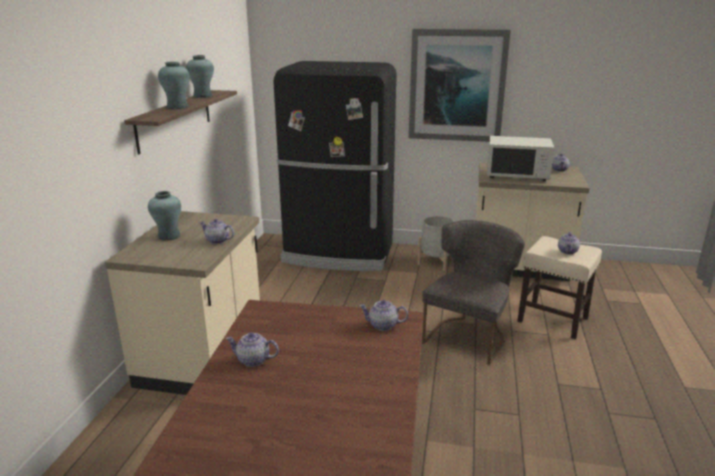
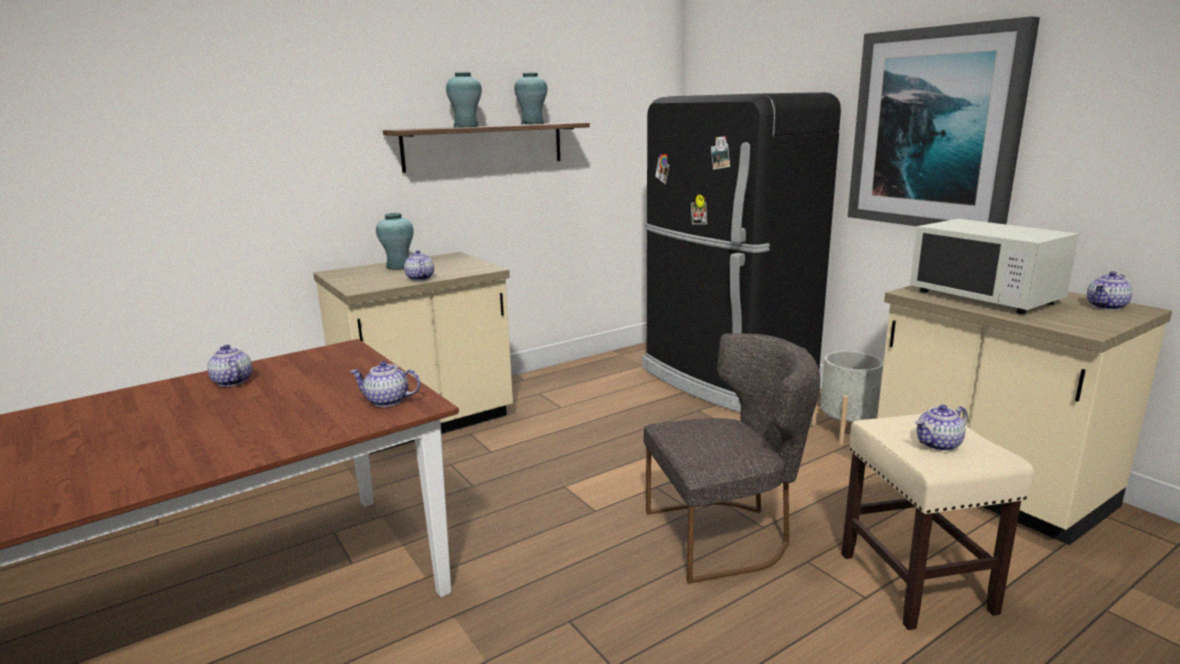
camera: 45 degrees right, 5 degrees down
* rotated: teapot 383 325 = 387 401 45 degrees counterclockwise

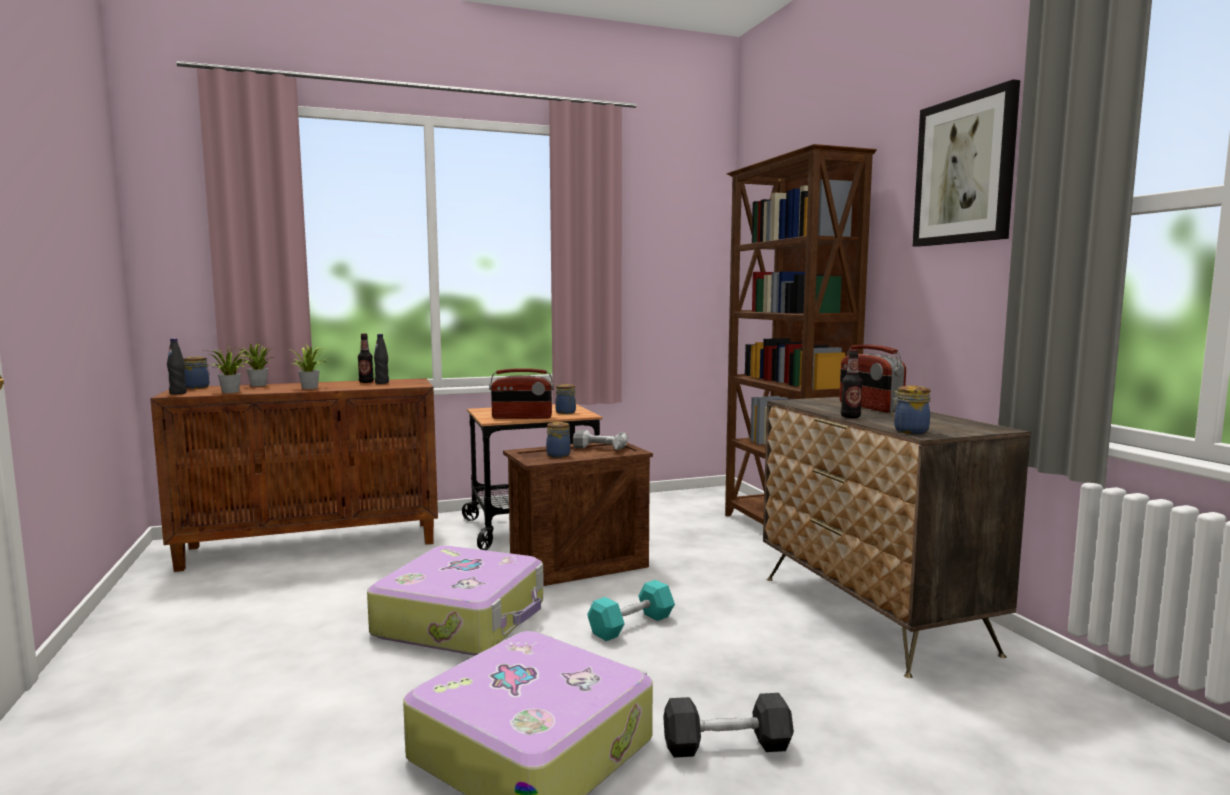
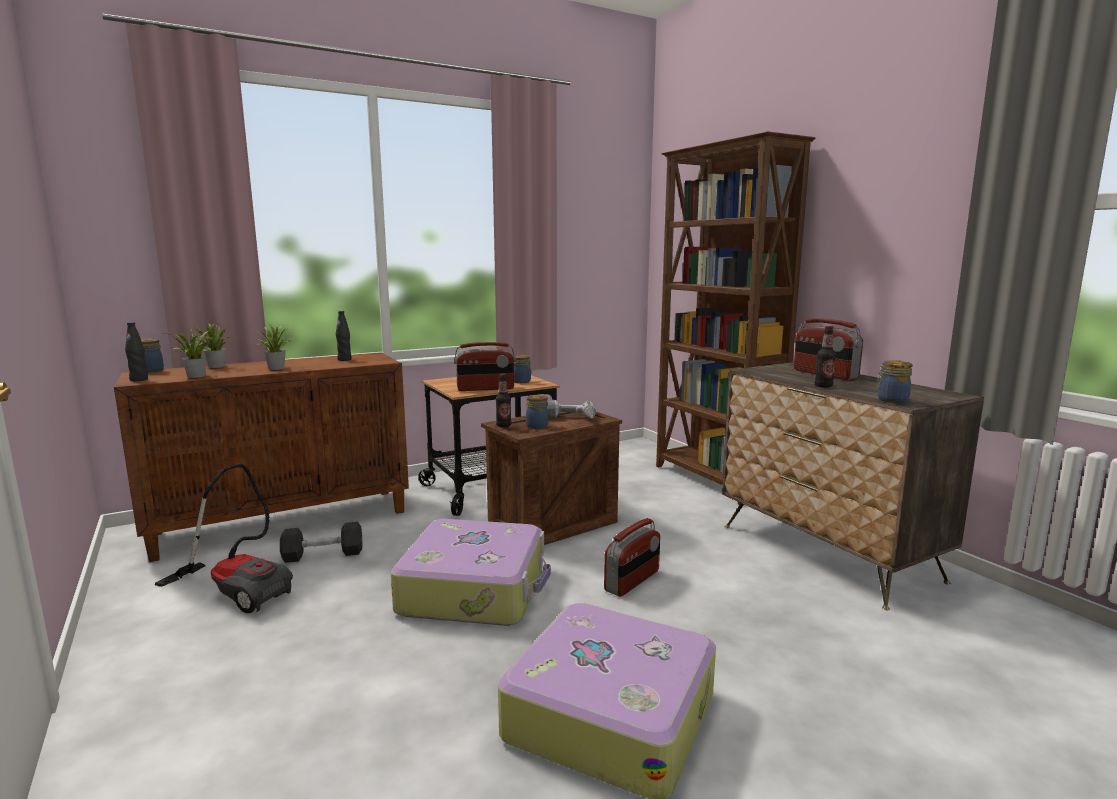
camera: 10 degrees left, 5 degrees up
* gone: wall picture 965 170
* shifted: bottle 366 382 to 503 425
* swapped: turquoise-coloured free weight 631 625 to radio 632 581
* shifted: grey free weight 726 746 to 323 555
* new: vacuum 239 589

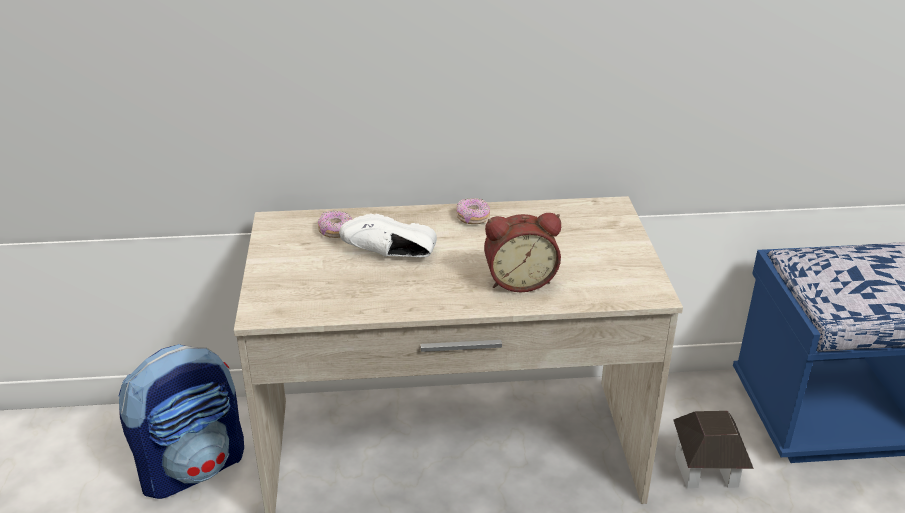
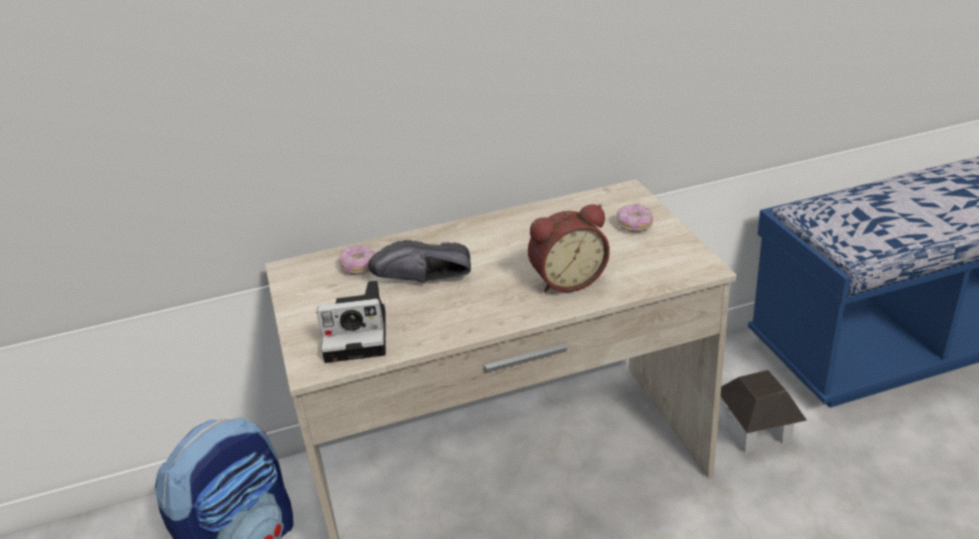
camera: 10 degrees left, 0 degrees up
* shifted: donut 473 218 to 634 226
* repainted: white-coloured shoe 390 256 to blackish shoe 425 281
* new: photo camera 359 335

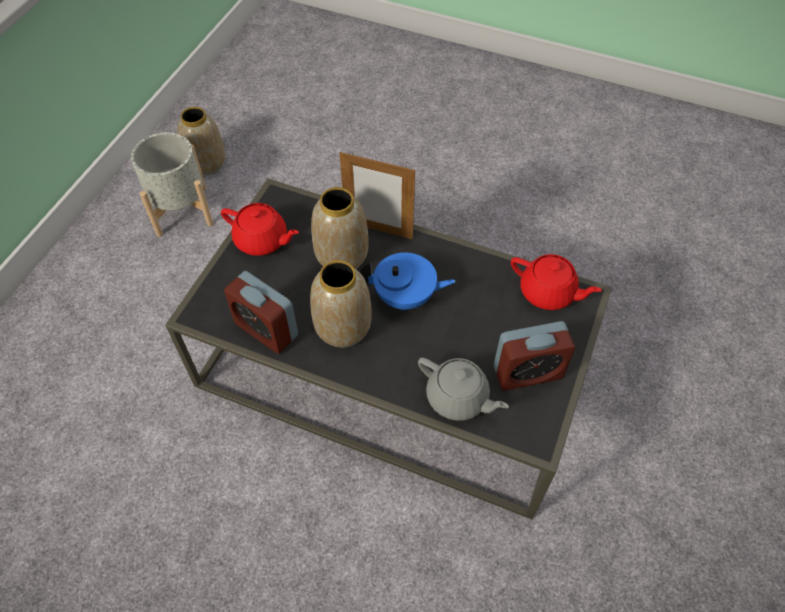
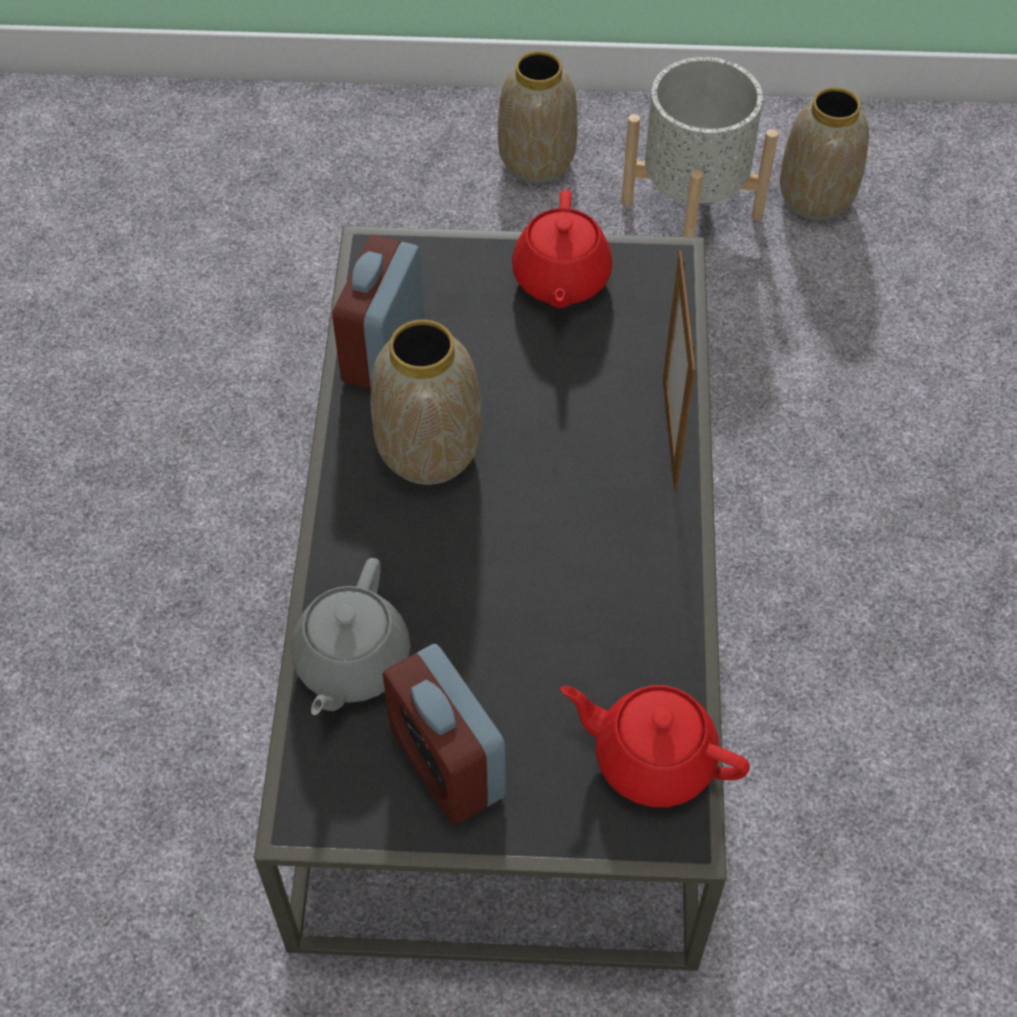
camera: 70 degrees right, 0 degrees up
* shifted: vase 341 257 to 535 162
* gone: bluish teapot 405 297
* rotated: reddish teapot 548 293 = 652 758 105 degrees clockwise

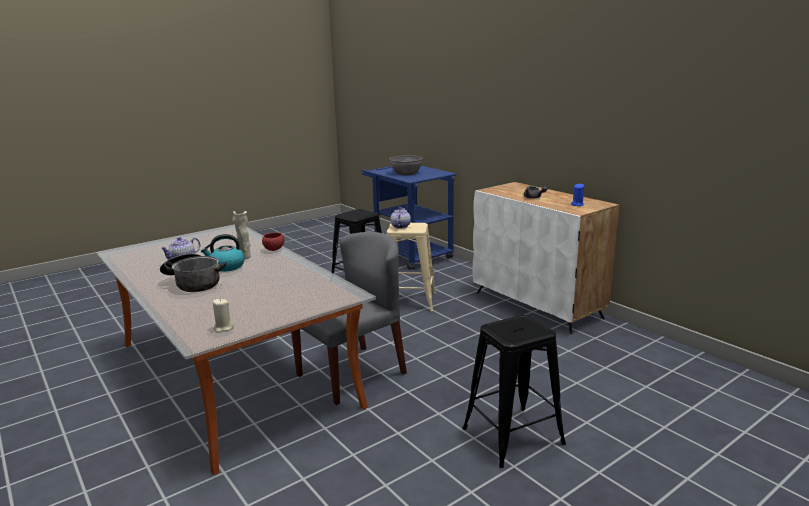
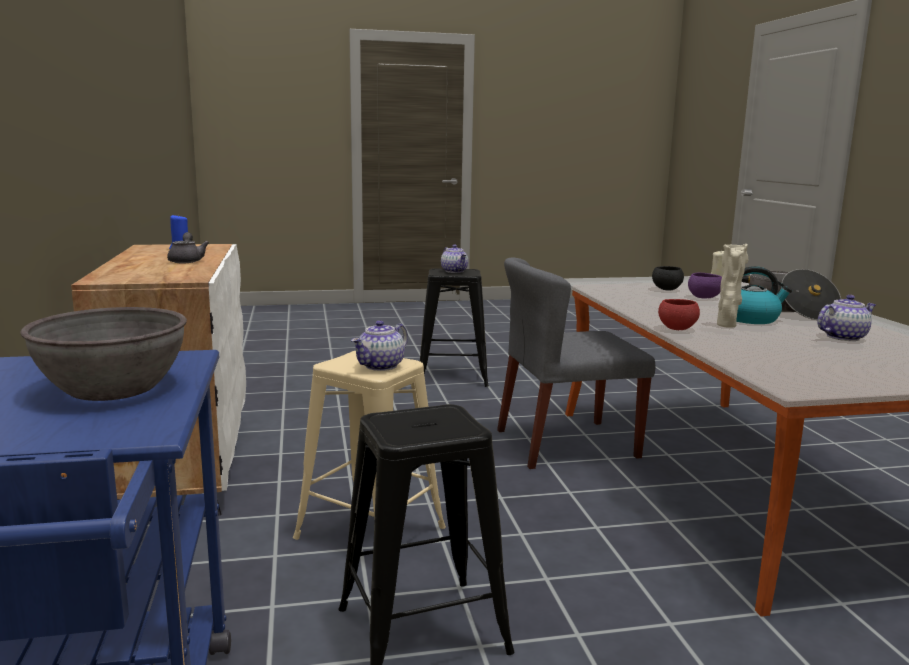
camera: 155 degrees left, 5 degrees down
* new: teapot 454 271
* new: blackish bowl 666 289
* new: purple-coloured bowl 704 297

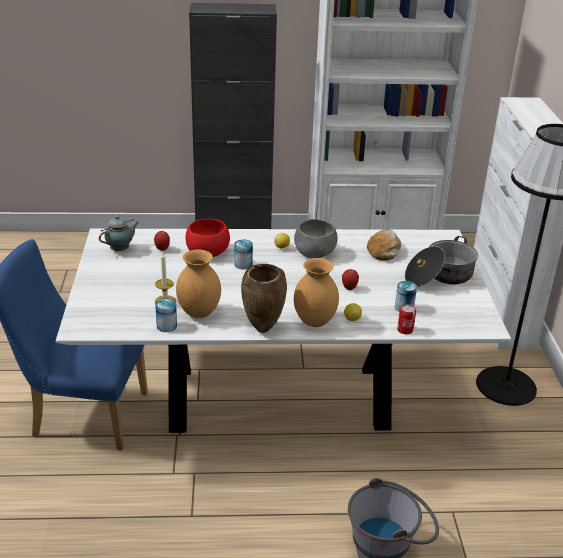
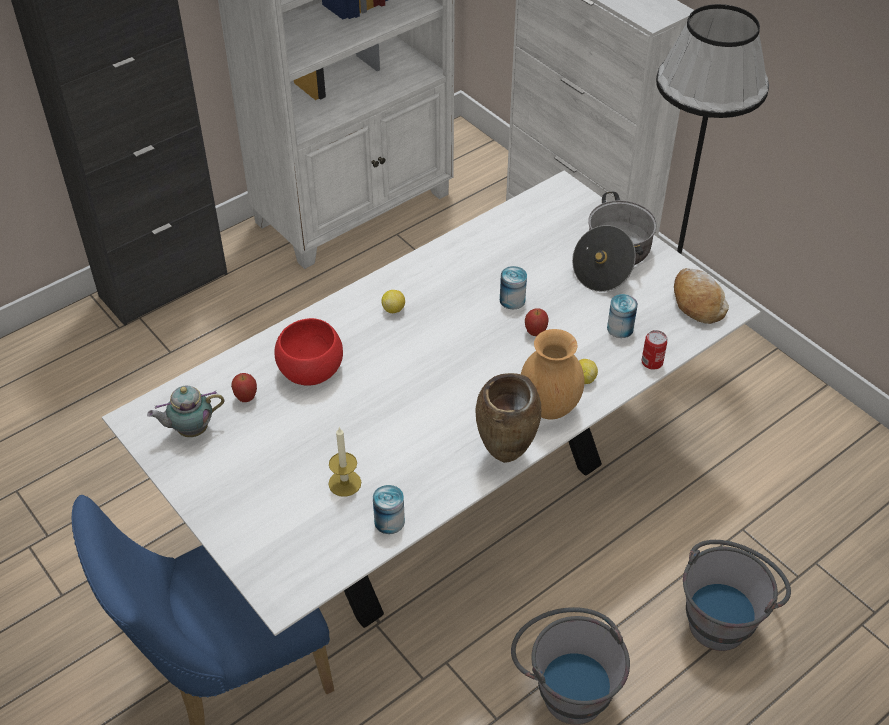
camera: 35 degrees left, 15 degrees up
* rotated: teapot 121 249 = 190 430 120 degrees counterclockwise
* gone: grey bowl 314 252
* shifted: bread 383 250 to 697 302
* shifted: sealed can 243 264 to 512 300
* gone: brown vase 199 312
* new: grey bucket 565 686

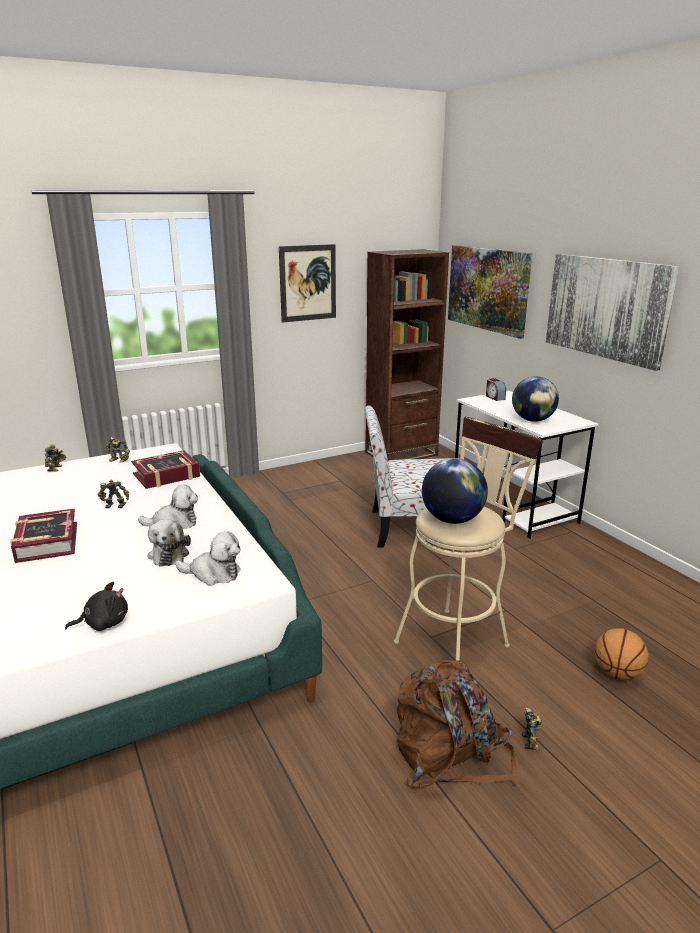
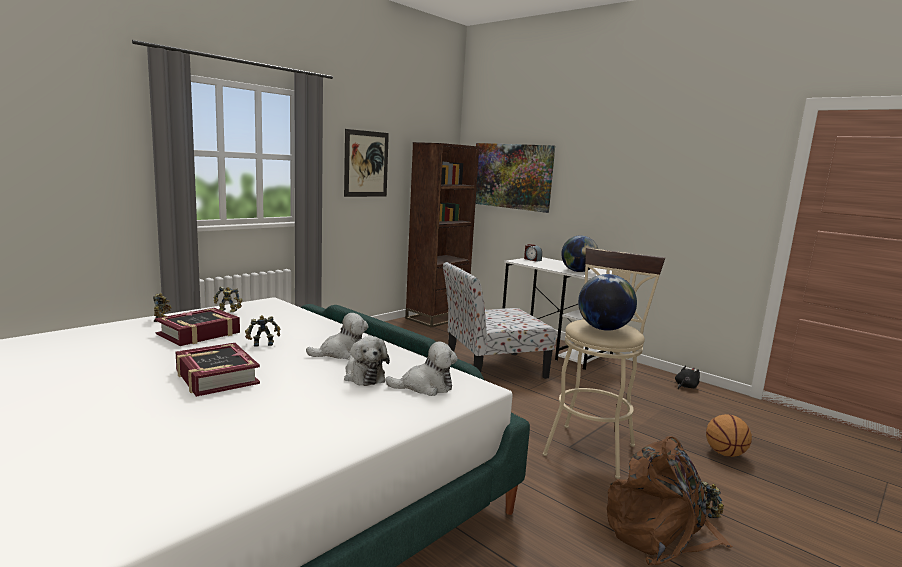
camera: 20 degrees left, 10 degrees down
* gone: wall picture 606 308
* shifted: bound book 166 476 to 199 334
* shifted: blackish soft toy 103 623 to 685 386

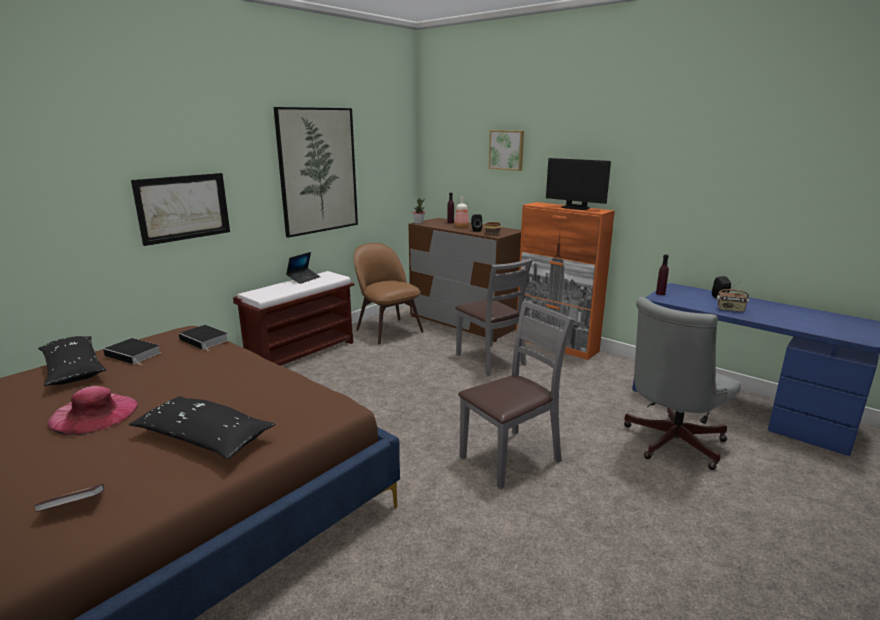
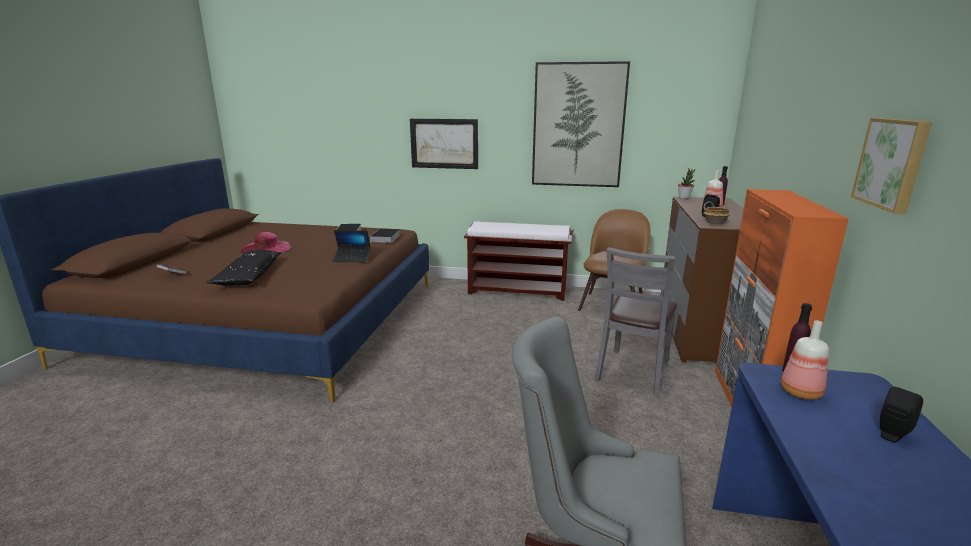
camera: 60 degrees right, 0 degrees up
* shifted: wall picture 507 150 to 893 163
* gone: monitor 575 207
* shifted: portable computer 304 279 to 352 259
* gone: radio 730 309
* gone: grey plain chair 510 458
* gone: blackish throw pillow 73 370
* new: bottle 800 393

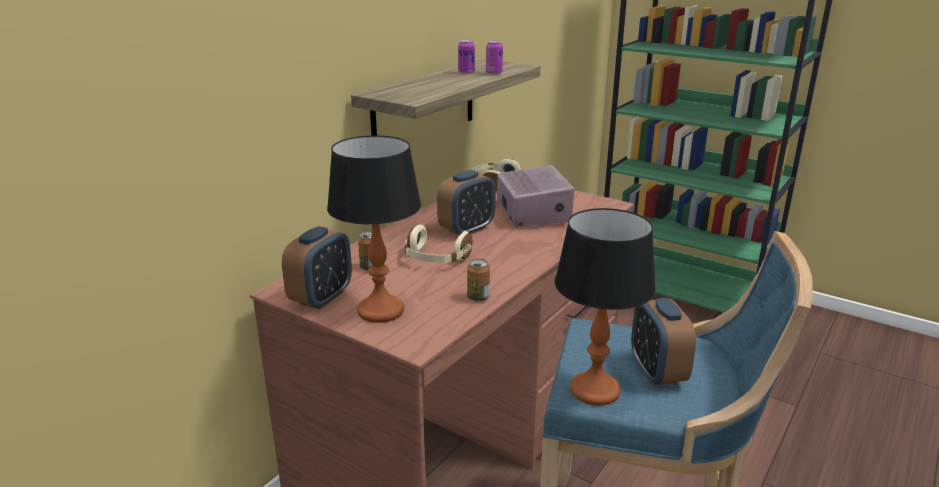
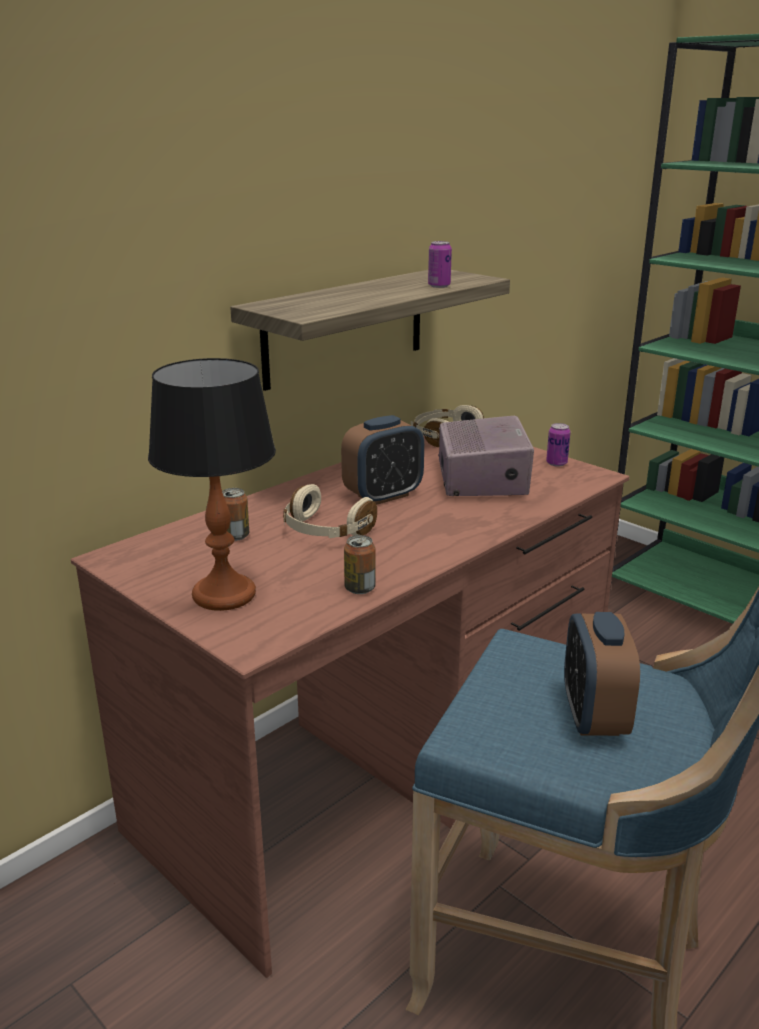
camera: 10 degrees right, 0 degrees up
* shifted: sealed can 466 72 to 556 463
* gone: tabletop lamp 595 390
* gone: bedside clock 321 298

